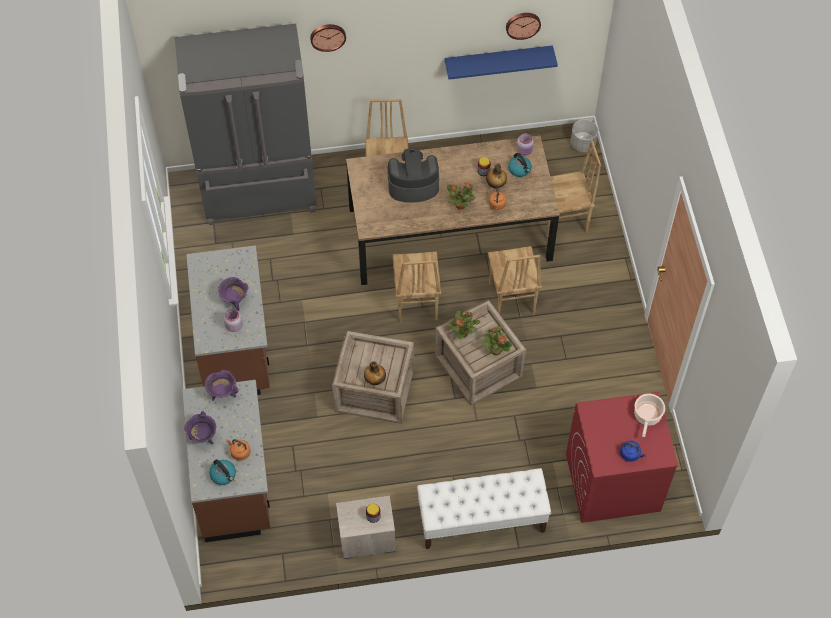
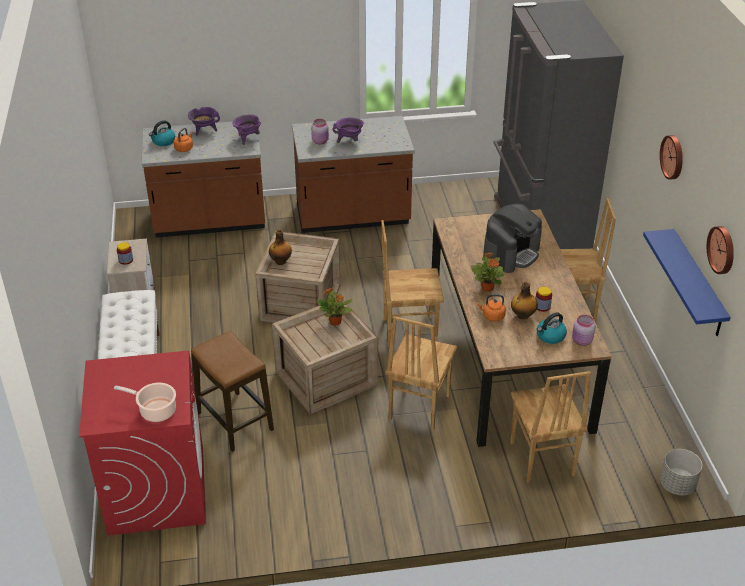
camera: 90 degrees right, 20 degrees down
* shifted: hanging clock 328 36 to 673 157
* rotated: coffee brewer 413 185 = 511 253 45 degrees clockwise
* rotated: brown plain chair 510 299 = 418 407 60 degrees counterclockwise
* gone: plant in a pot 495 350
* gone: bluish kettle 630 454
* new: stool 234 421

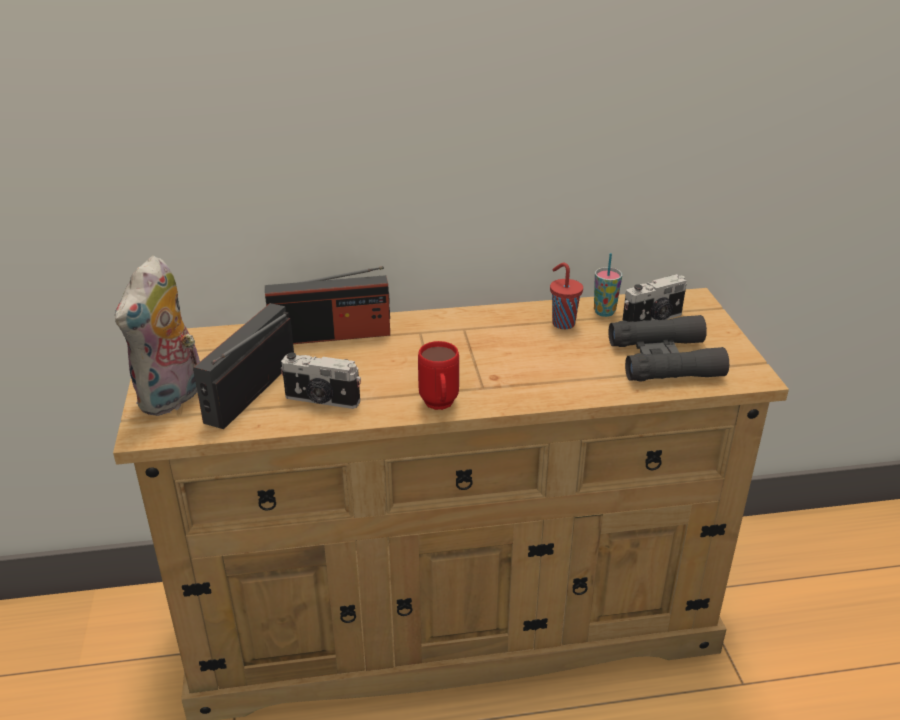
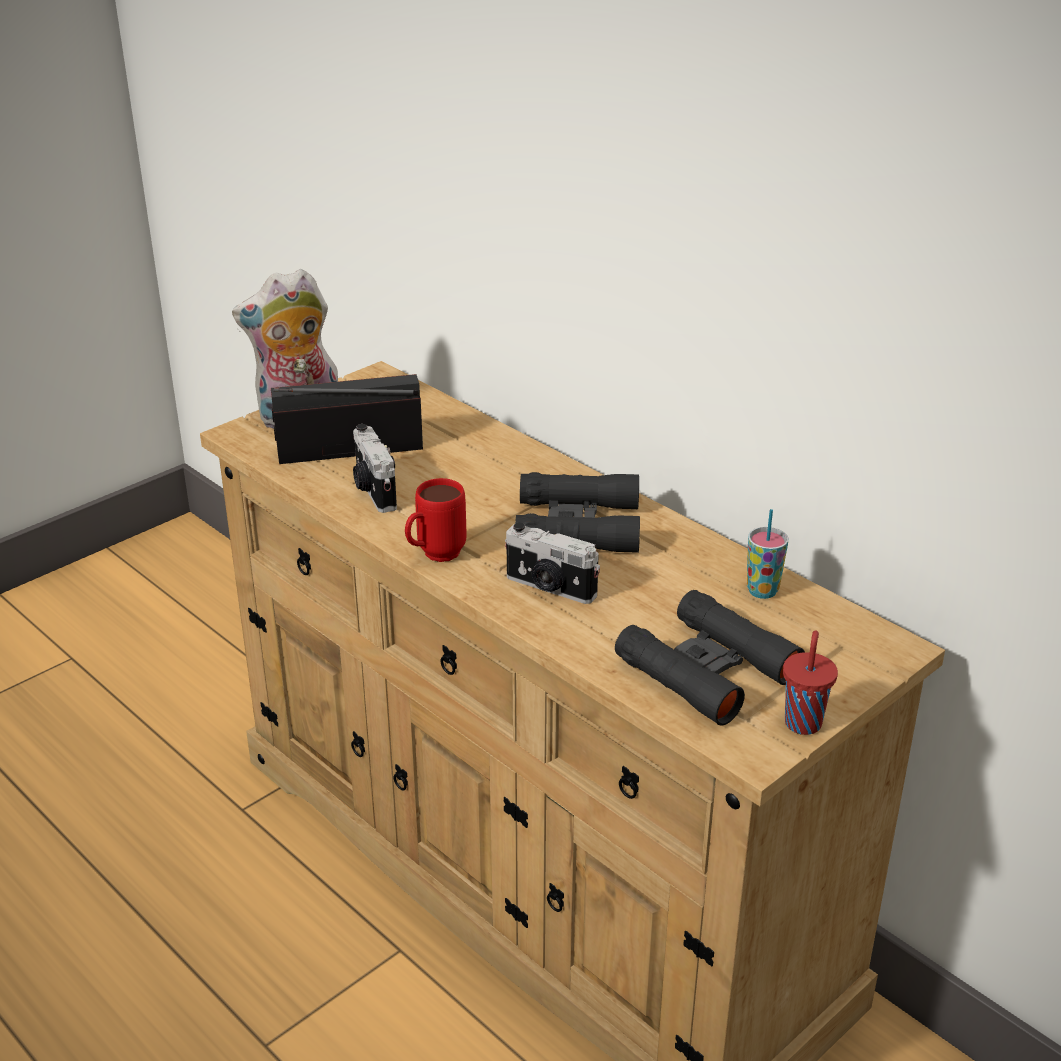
camera: 55 degrees right, 0 degrees up
* shifted: reddish drinking cup 562 323 to 803 721
* gone: radio 331 335
* shifted: photo camera 653 319 to 549 588
* new: blackish binoculars 578 526

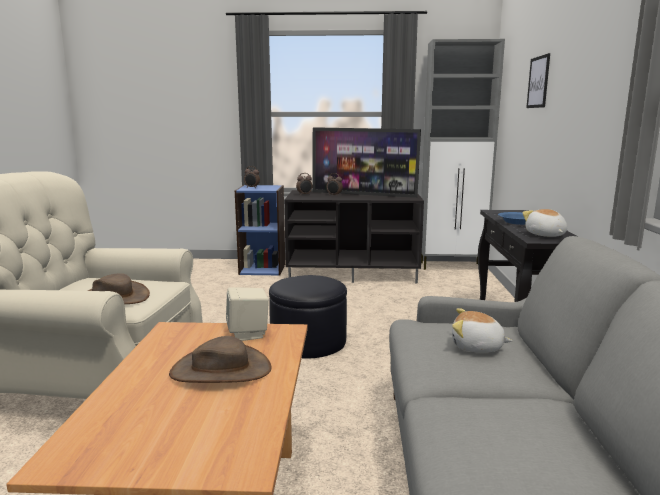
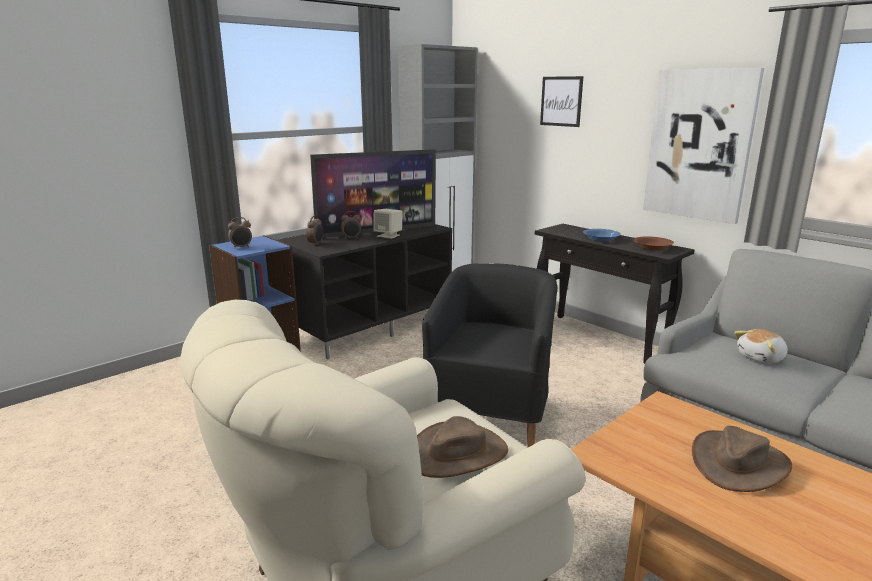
camera: 45 degrees left, 5 degrees up
* swapped: soft toy 545 235 to brown bowl 652 248
* swapped: blackish ottoman 308 342 to blackish lounge chair 491 416
* shifted: beige-coloured speaker 248 334 to 388 236
* new: wall picture 699 145

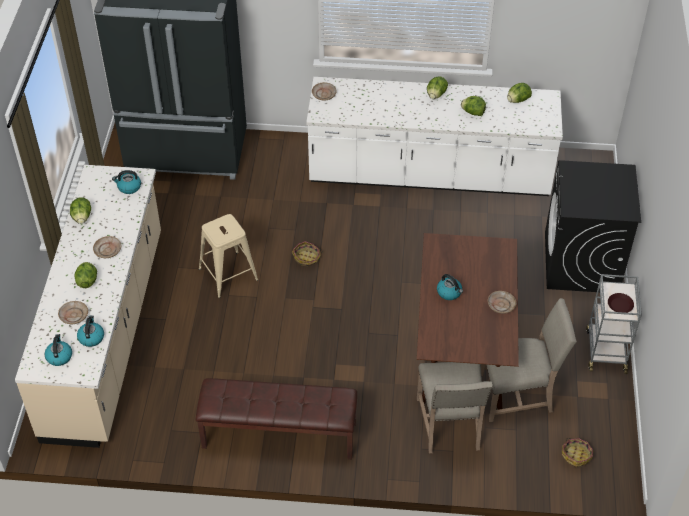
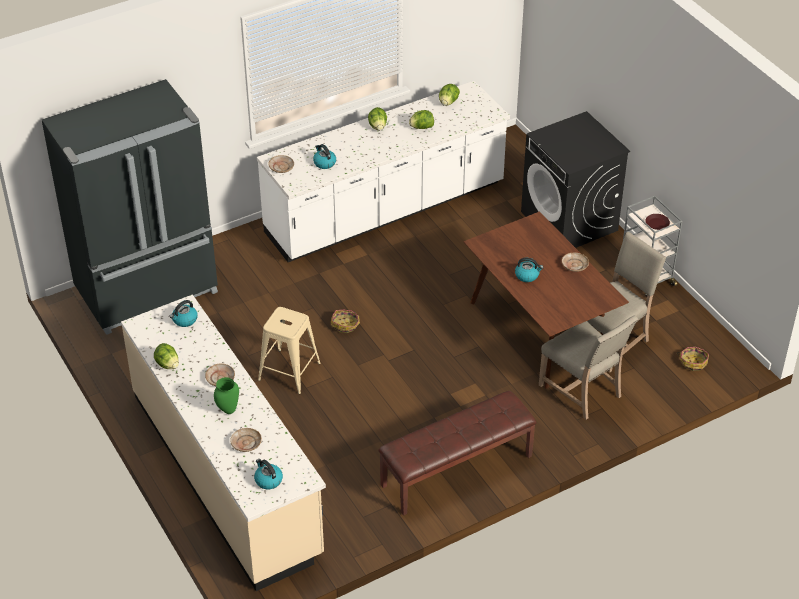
camera: 35 degrees left, 5 degrees down
* swapped: head of lettuce 87 281 to greenish vase 228 411
* shifted: kettle 91 337 to 324 163

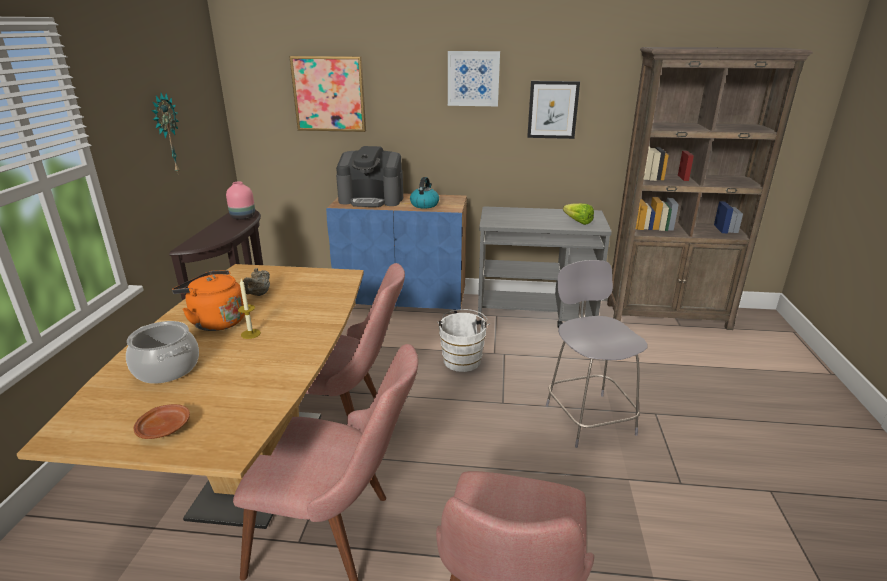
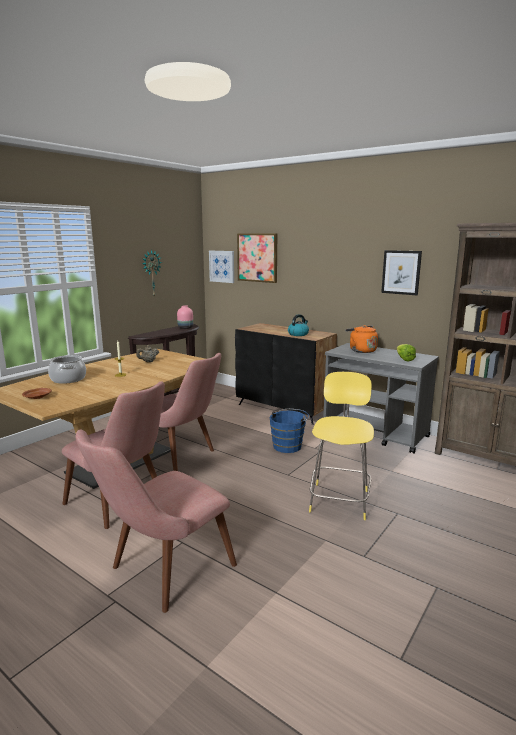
camera: 30 degrees right, 10 degrees down
* shifted: wall picture 473 78 to 222 266
* gone: coffee brewer 372 199
* repainted: bluish cabinet 403 304 to blackish cabinet 284 408
* repainted: grey stool 588 417 to yellow-coloured stool 339 499
* shifted: orangey kettle 216 321 to 361 350
* repainted: white-coloured bucket 462 359 to bluish bucket 288 446

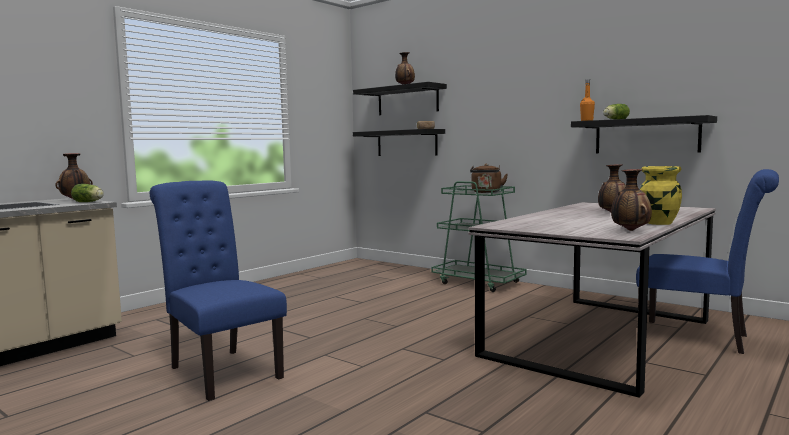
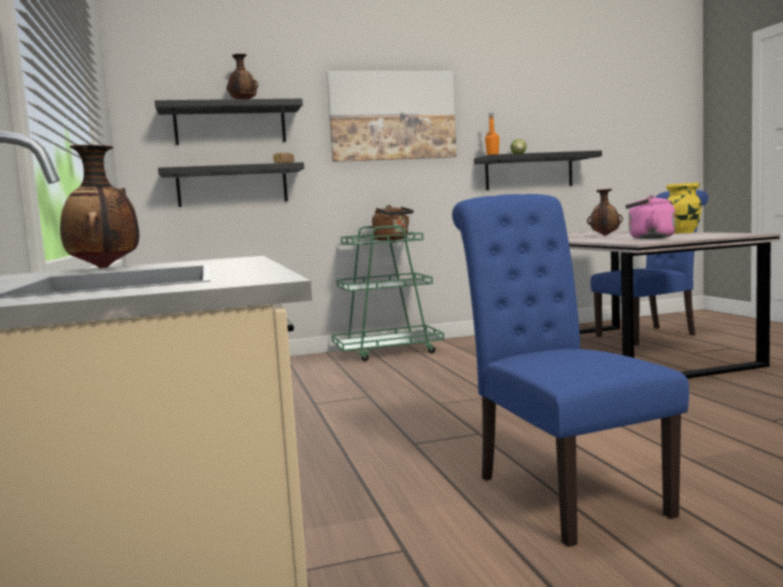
camera: 55 degrees left, 0 degrees up
* gone: vase 630 230
* rotated: bluish plain chair 221 370 = 561 491 75 degrees clockwise
* gone: head of lettuce 89 202
* new: wall picture 392 116
* new: pinkish kettle 648 238

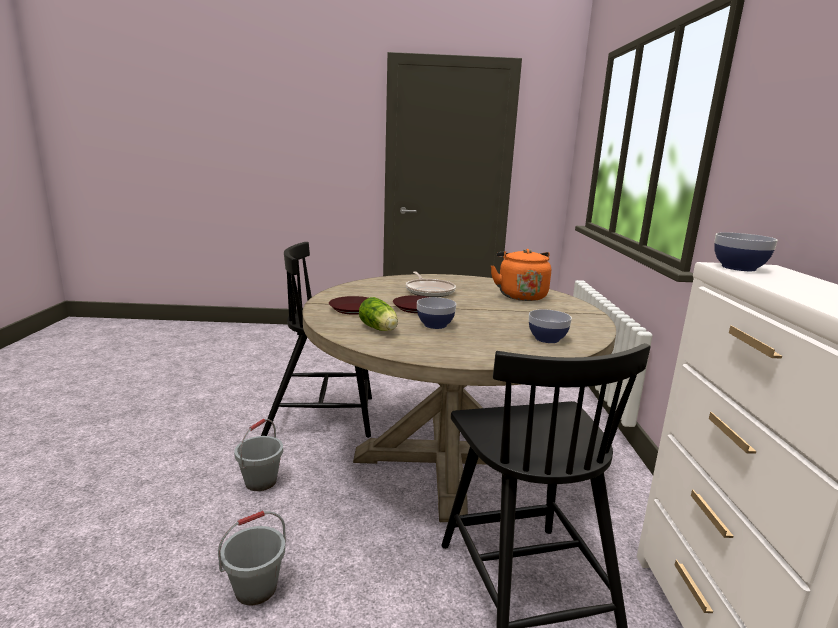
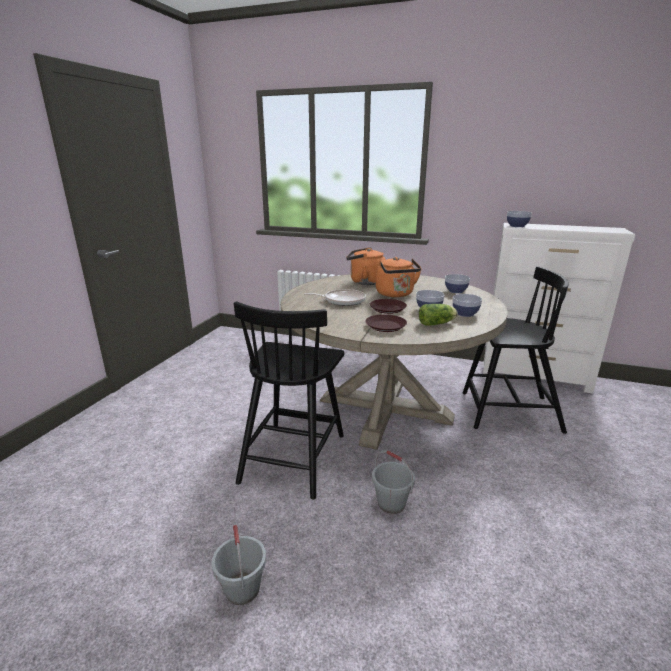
camera: 70 degrees left, 5 degrees up
* shifted: grey bucket 256 589 to 243 589
* new: orangey kettle 396 294
* new: bowl 465 314

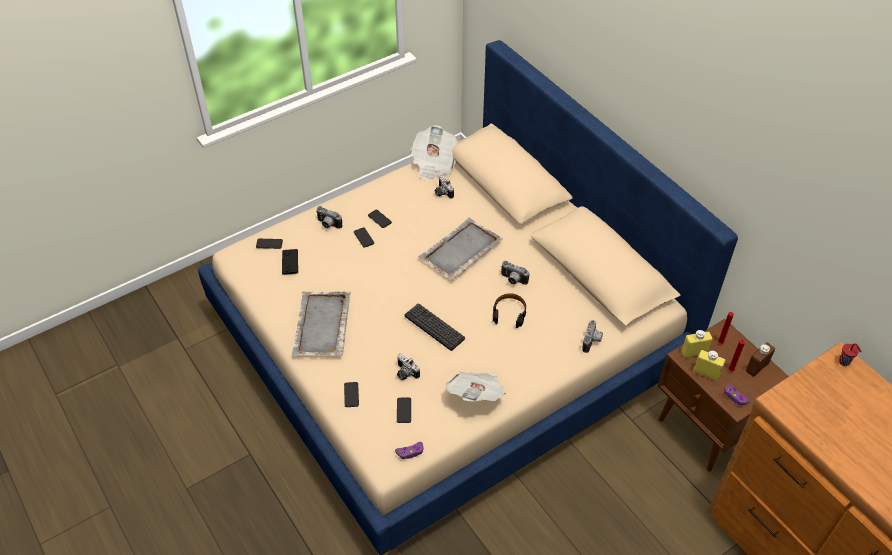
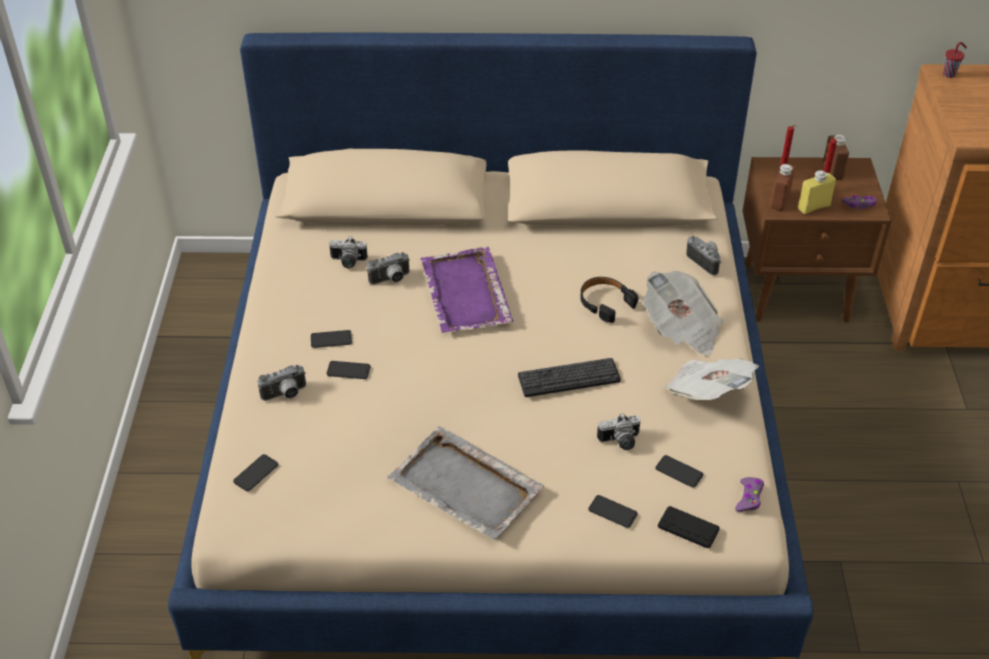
camera: 55 degrees left, 5 degrees down
* shifted: daily paper 434 163 to 681 329
* repainted: grey serving tray 460 251 to purple-coloured serving tray 465 294
* shifted: blackish game controller 290 262 to 688 528
* shifted: photo camera 513 280 to 391 280
* repainted: yellow-coloured bottle 694 353 to brown bottle 779 200

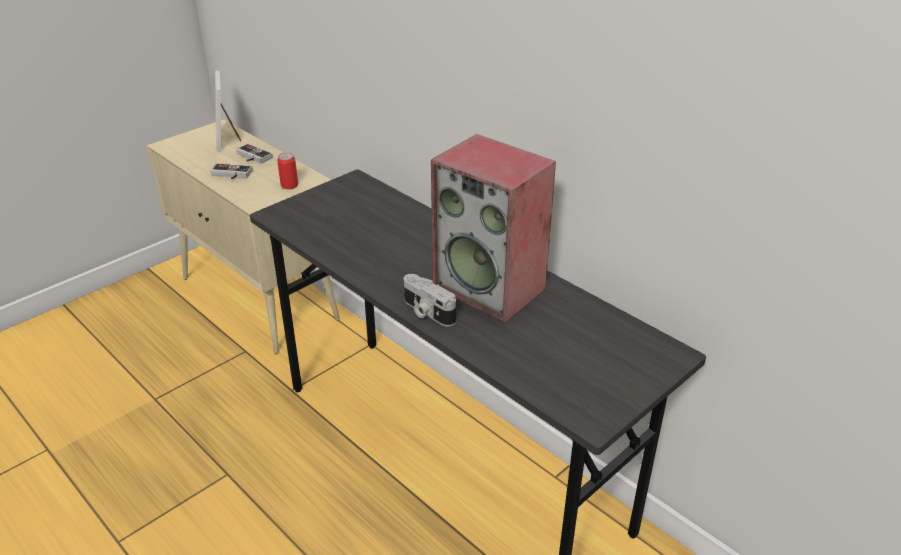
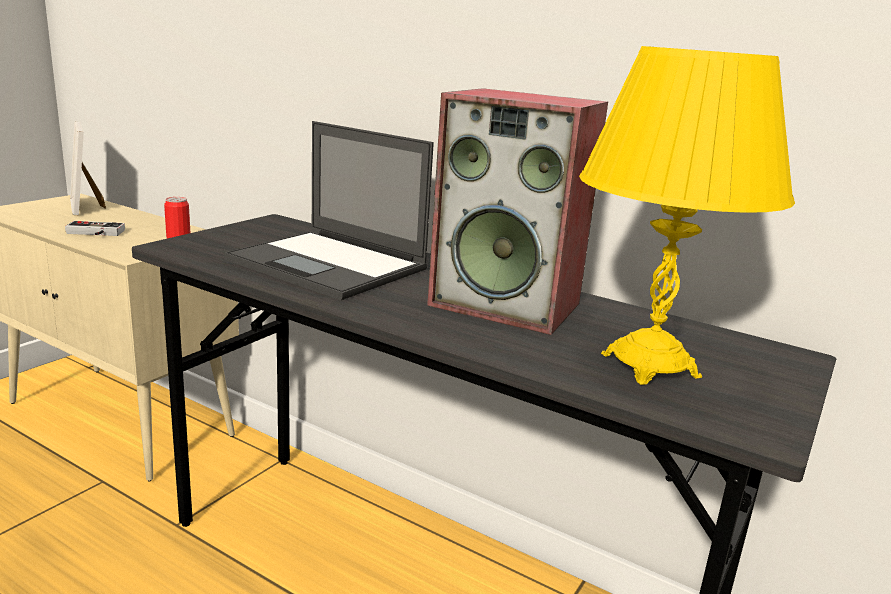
camera: 15 degrees left, 15 degrees down
* gone: game controller 252 157
* gone: photo camera 427 312
* new: yellow-coloured tabletop lamp 649 366
* new: portable computer 329 265

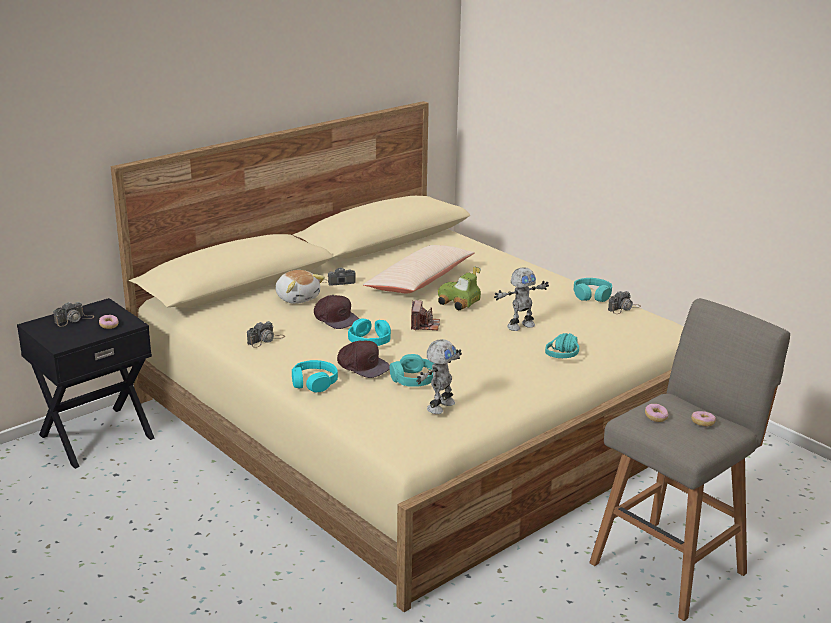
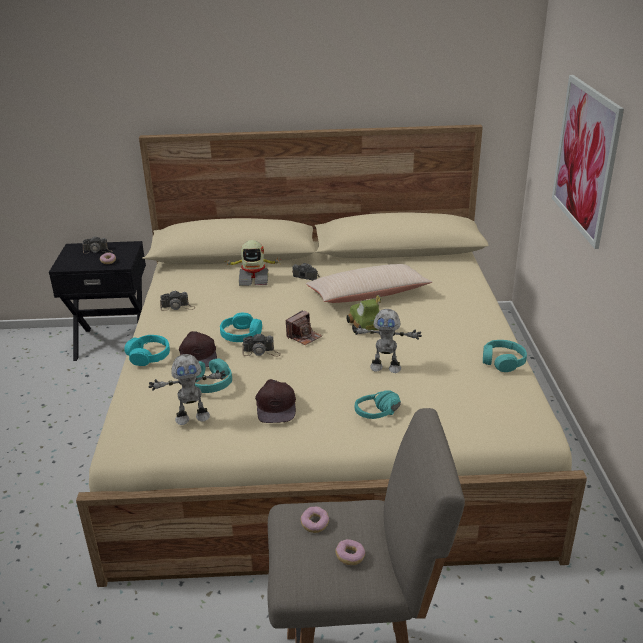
camera: 40 degrees right, 5 degrees up
* swapped: soft toy 297 298 to model robot 254 279
* shifted: photo camera 624 308 to 261 352
* shifted: brown cap 335 318 to 276 405
* new: wall picture 585 159

